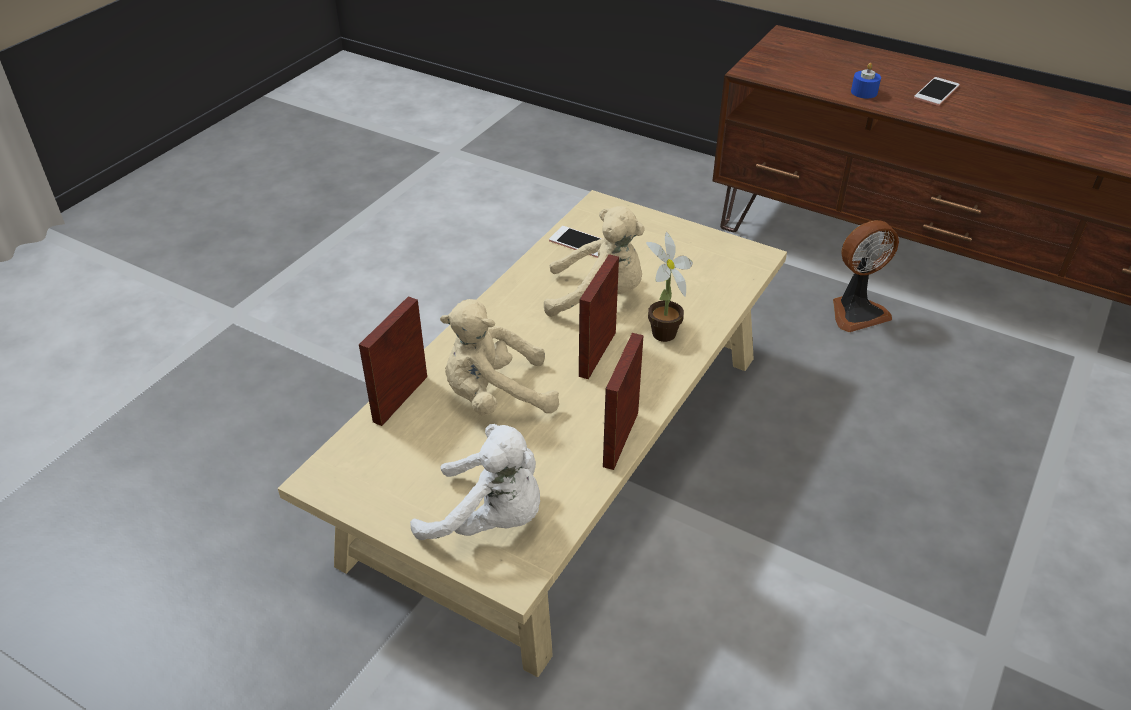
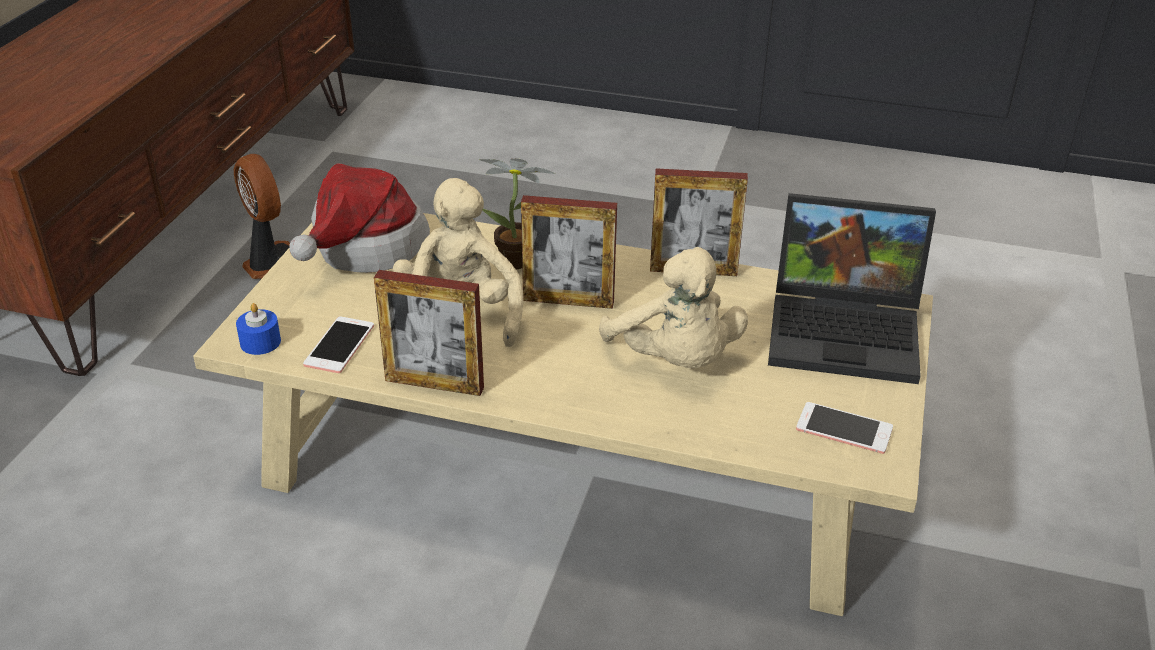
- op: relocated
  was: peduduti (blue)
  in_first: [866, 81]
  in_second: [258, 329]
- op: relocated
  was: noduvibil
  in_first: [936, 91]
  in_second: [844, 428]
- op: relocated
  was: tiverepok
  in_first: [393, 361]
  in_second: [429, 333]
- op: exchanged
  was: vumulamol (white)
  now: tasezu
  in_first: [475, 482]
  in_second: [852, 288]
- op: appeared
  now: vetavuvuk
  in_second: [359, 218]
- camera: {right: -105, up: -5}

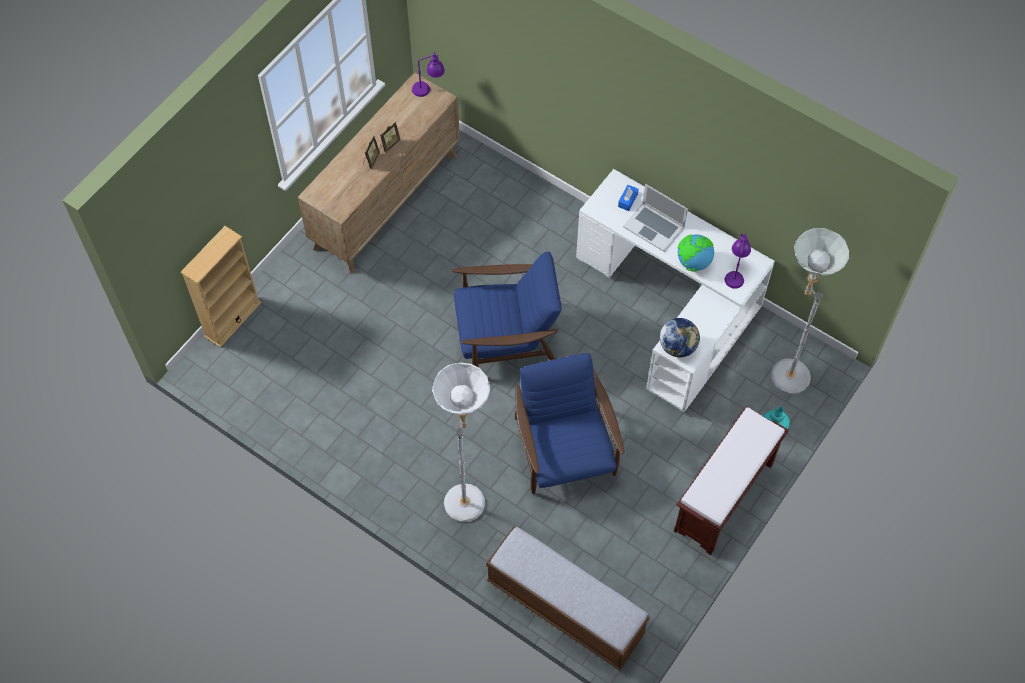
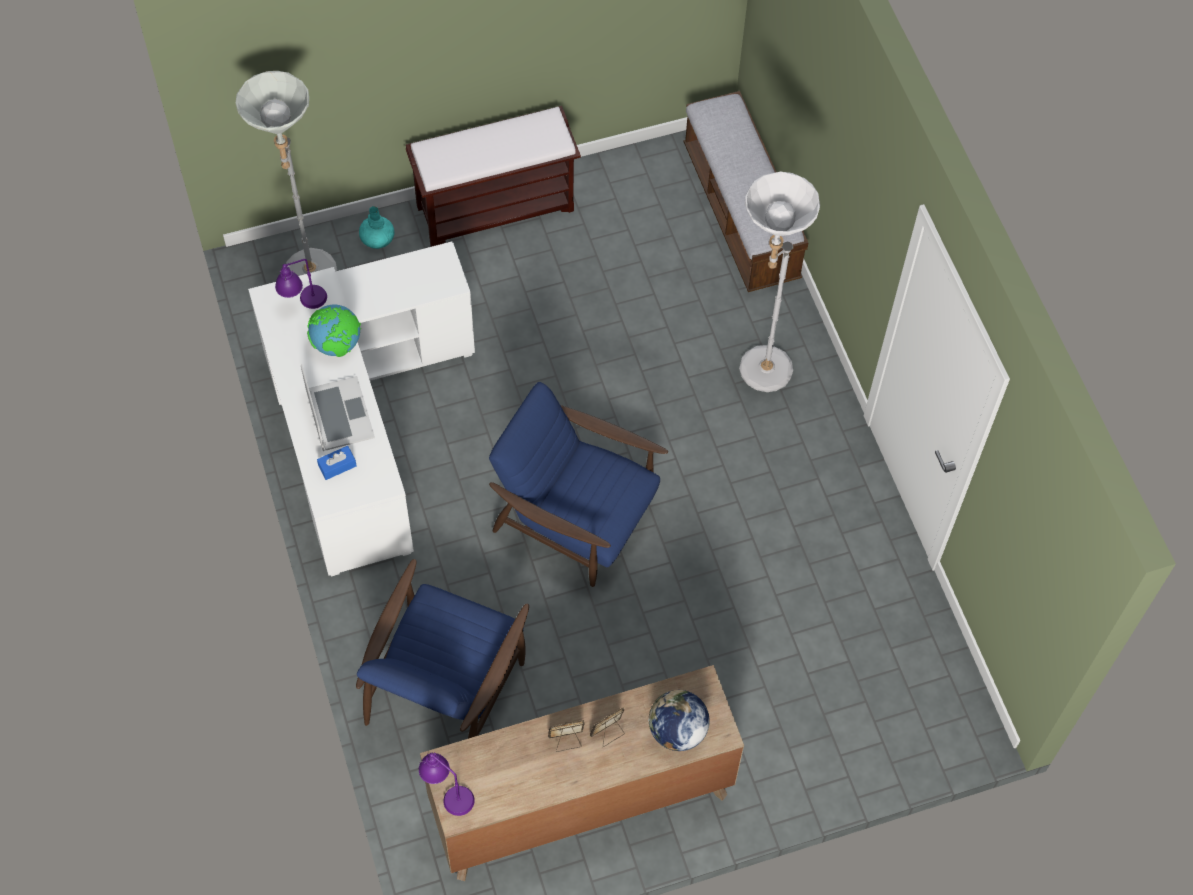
- op: missing
  was: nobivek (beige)
  in_first: [221, 287]
- op: relocated
  was: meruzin
  in_first: [680, 337]
  in_second: [679, 720]
- op: relocated
  was: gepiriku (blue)
  in_first: [569, 423]
  in_second: [442, 649]
- camera: {right: -145, up: 0}

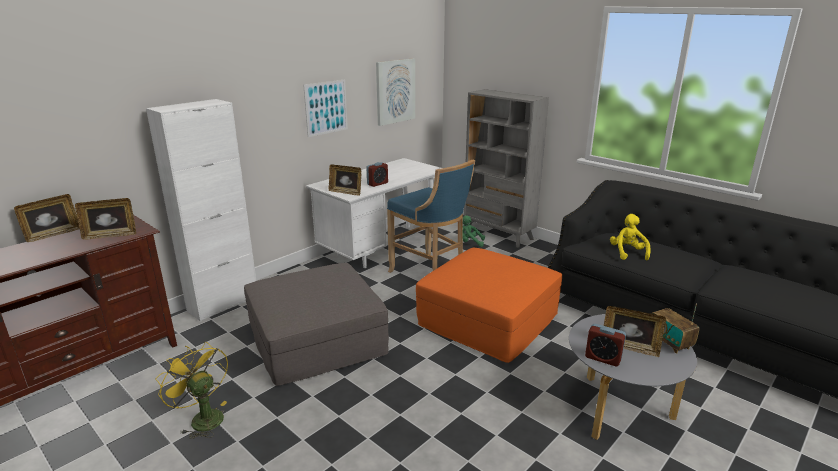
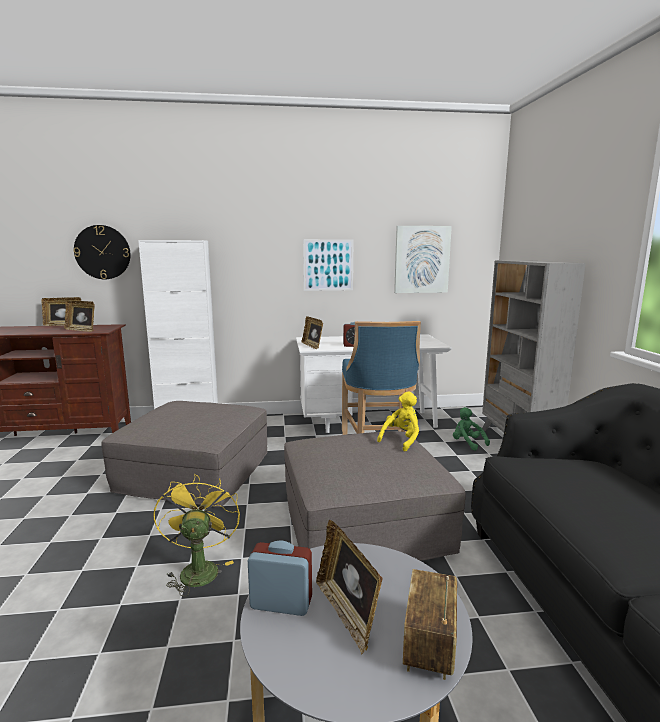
- op: relocated
  was: vumulamol (yellow)
  in_first: [630, 237]
  in_second: [398, 421]
- op: colour
  was: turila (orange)
  now: turila (grey)
  in_first: [489, 305]
  in_second: [375, 496]
- op: spun
  was: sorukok
  in_first: [605, 345]
  in_second: [280, 578]
  clockwise: 120
- op: relocated
  was: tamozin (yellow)
  in_first: [191, 390]
  in_second: [196, 535]
- op: appeared
  now: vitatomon
  in_second: [102, 252]
- camera: {right: 40, up: -10}

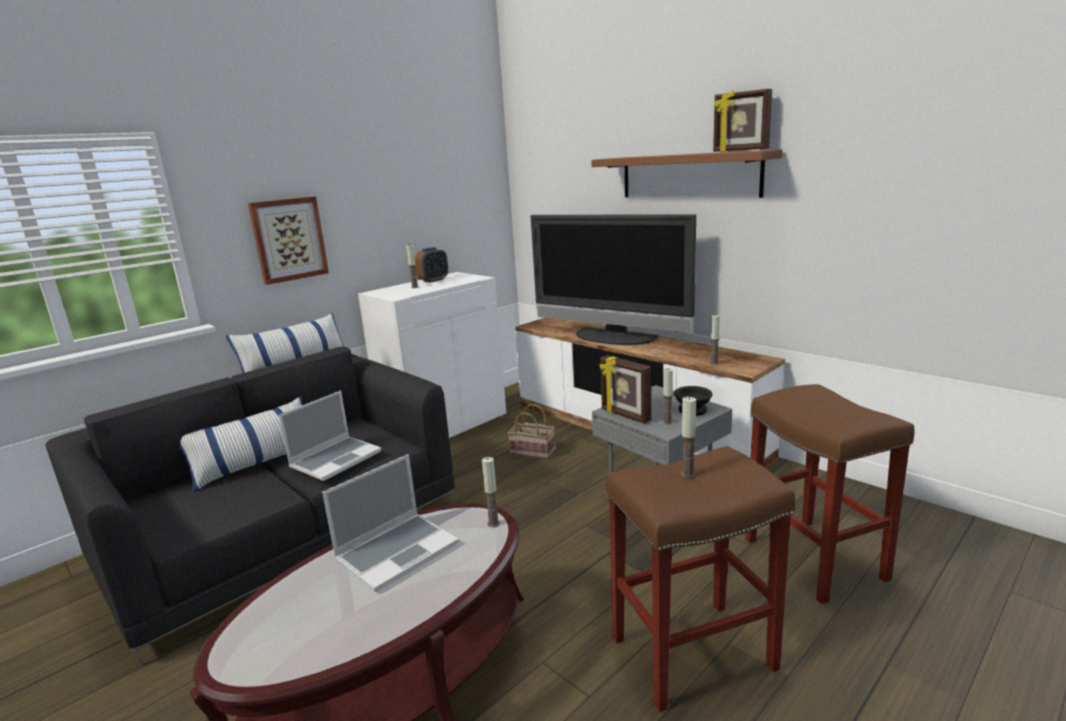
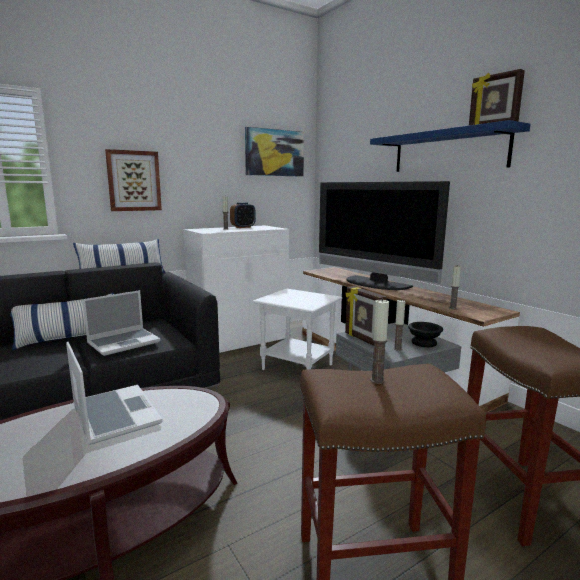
- op: colour
  was: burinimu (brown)
  now: burinimu (blue)
  in_first: [686, 173]
  in_second: [450, 146]
- op: exchanged
  was: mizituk
  now: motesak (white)
  in_first: [531, 431]
  in_second: [297, 329]
- op: spun
  was: tasezu
  in_first: [390, 523]
  in_second: [114, 393]
  clockwise: -90
- op: missing
  was: peduduti
  in_first: [491, 492]
- op: appeared
  now: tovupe
  in_second: [274, 152]
- camera: {right: 10, up: -5}

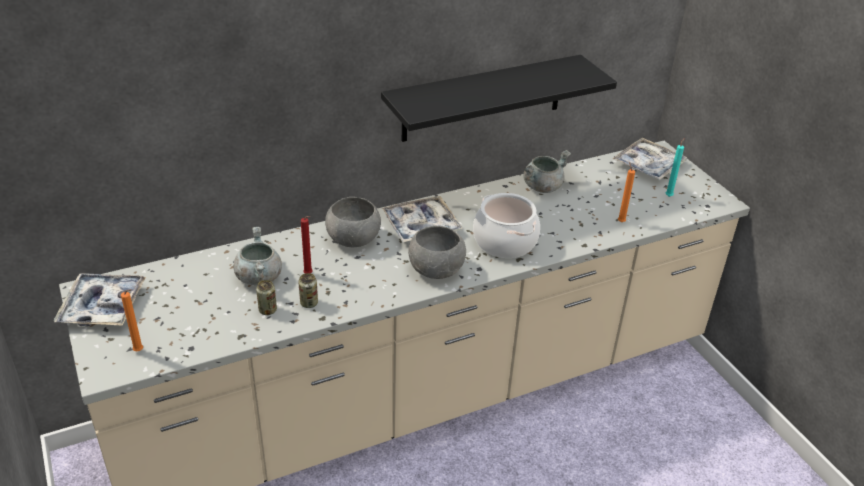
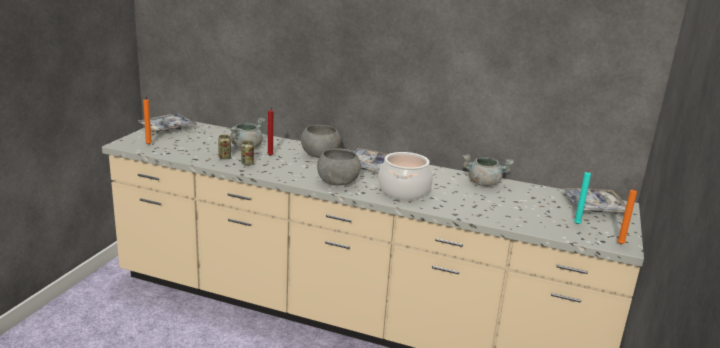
- op: missing
  was: burinimu (black)
  in_first: [499, 98]
- op: relocated
  was: peduduti (orange)
  in_first: [626, 191]
  in_second: [627, 213]
- camera: {right: 45, up: -15}

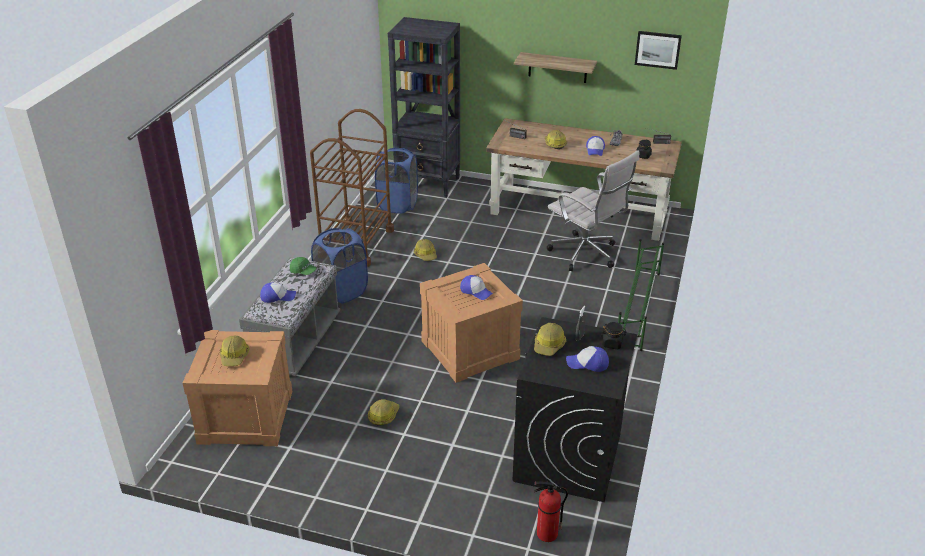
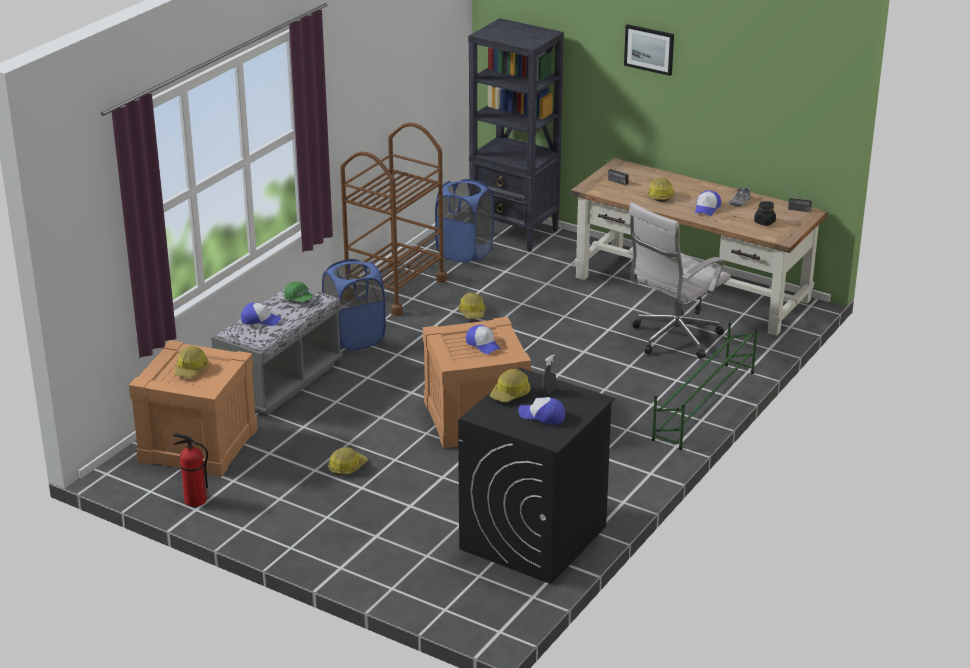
- op: relocated
  was: tovupe
  in_first: [658, 50]
  in_second: [649, 50]
- op: missing
  was: burinimu
  in_first: [555, 67]
- op: spun
  was: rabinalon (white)
  in_first: [593, 210]
  in_second: [679, 280]
  clockwise: 75
- op: missing
  was: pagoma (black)
  in_first: [614, 335]
- op: relocated
  was: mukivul
  in_first: [551, 511]
  in_second: [190, 470]
- camera: {right: 15, up: -5}

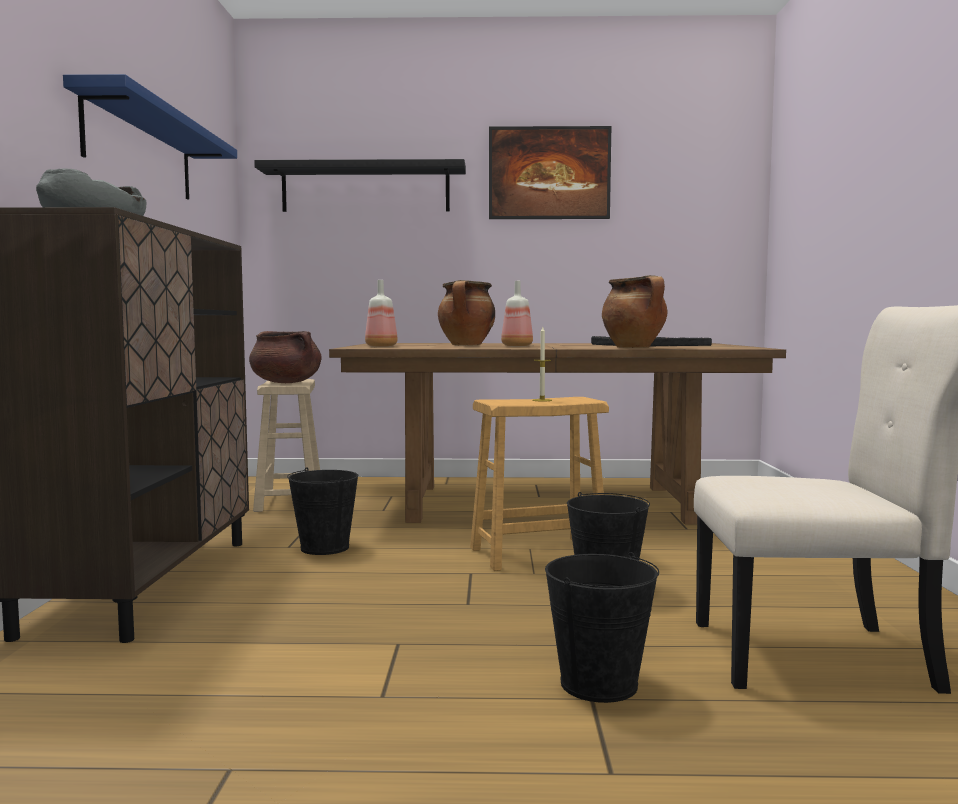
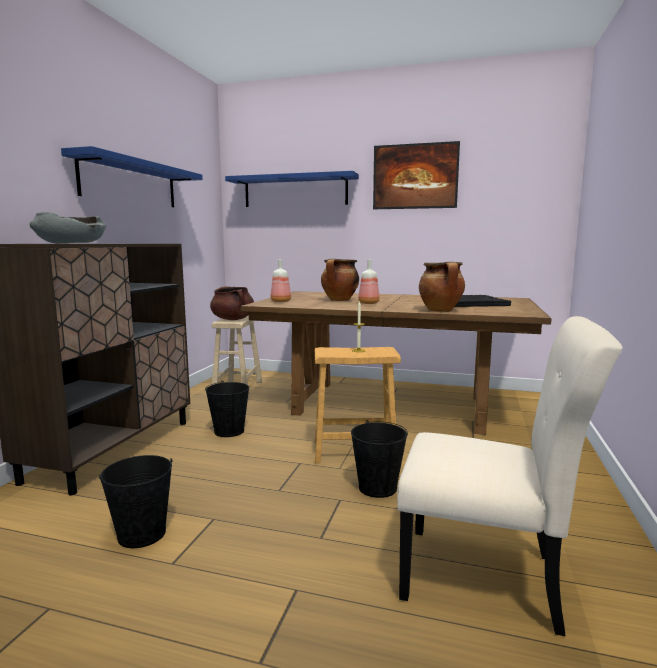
- op: colour
  was: burinimu (black)
  now: burinimu (blue)
  in_first: [360, 185]
  in_second: [292, 189]
- op: relocated
  was: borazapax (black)
  in_first: [602, 627]
  in_second: [136, 501]
- camera: {right: 15, up: 5}

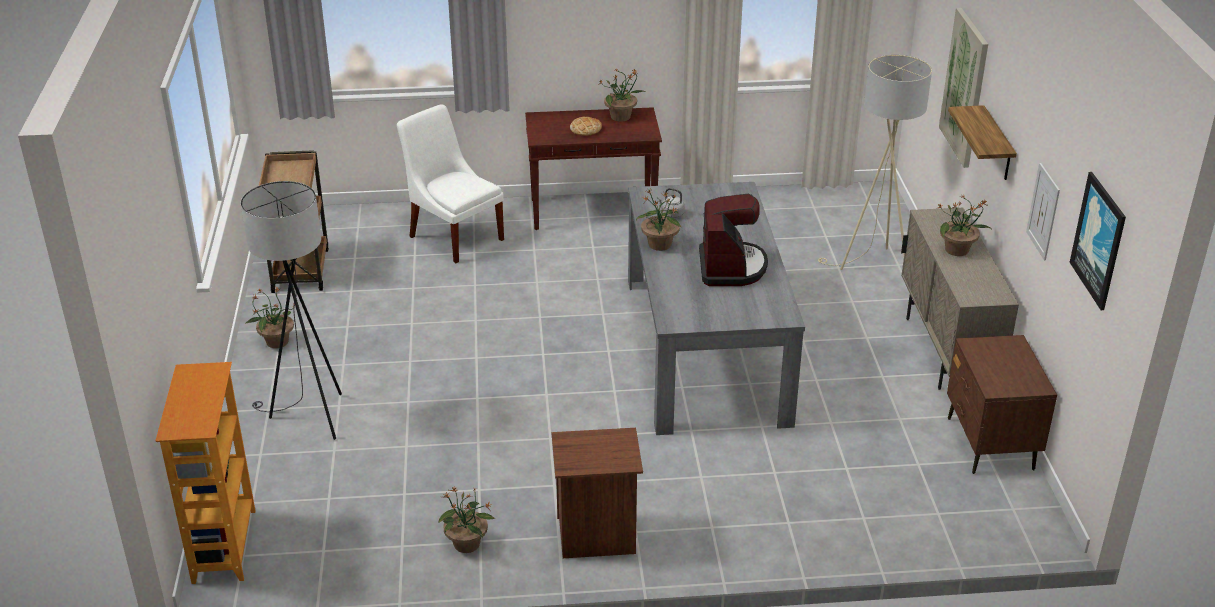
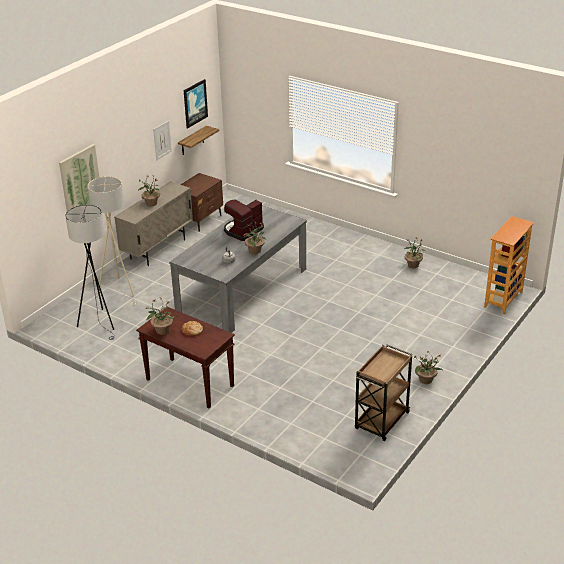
- op: missing
  was: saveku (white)
  in_first: [450, 183]
- op: relocated
  was: burinimu
  in_first: [982, 142]
  in_second: [198, 140]
- op: relocated
  was: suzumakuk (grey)
  in_first: [291, 310]
  in_second: [90, 272]
- op: missing
  was: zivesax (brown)
  in_first: [597, 493]
- camera: {right: -140, up: 0}

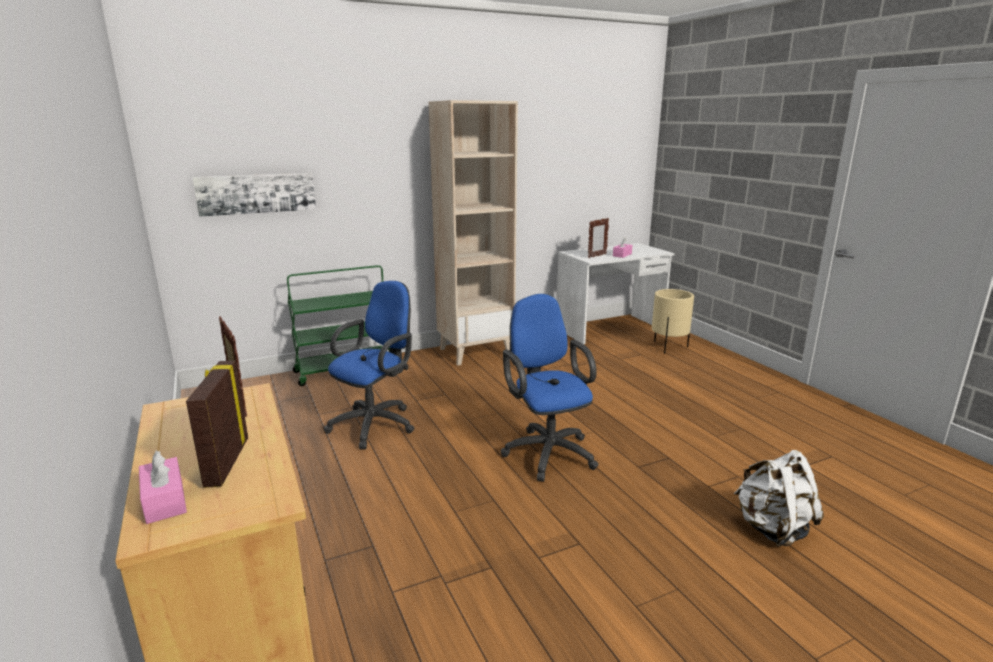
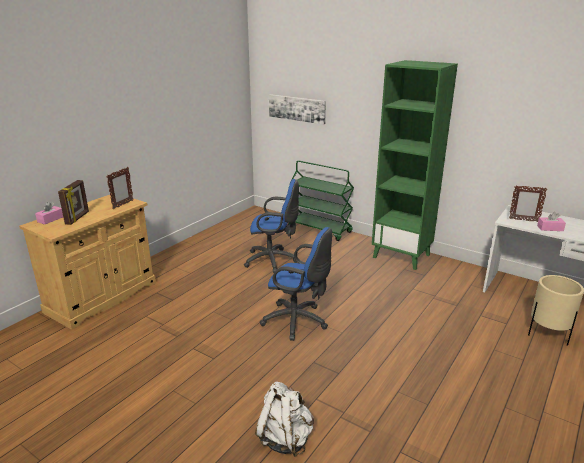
- op: colour
  was: nobivek (beige)
  now: nobivek (green)
  in_first: [473, 233]
  in_second: [415, 165]
- op: spun
  was: rabinalon (blue)
  in_first: [550, 388]
  in_second: [296, 284]
  clockwise: 75
- op: spun
  was: tiverepok
  in_first: [217, 424]
  in_second: [73, 202]
  clockwise: 135
- camera: {right: 60, up: 5}

